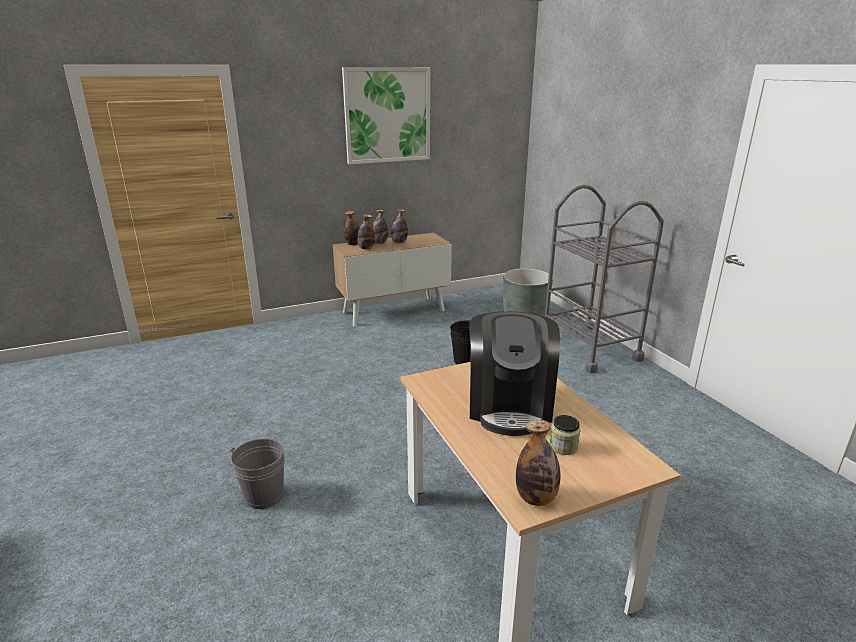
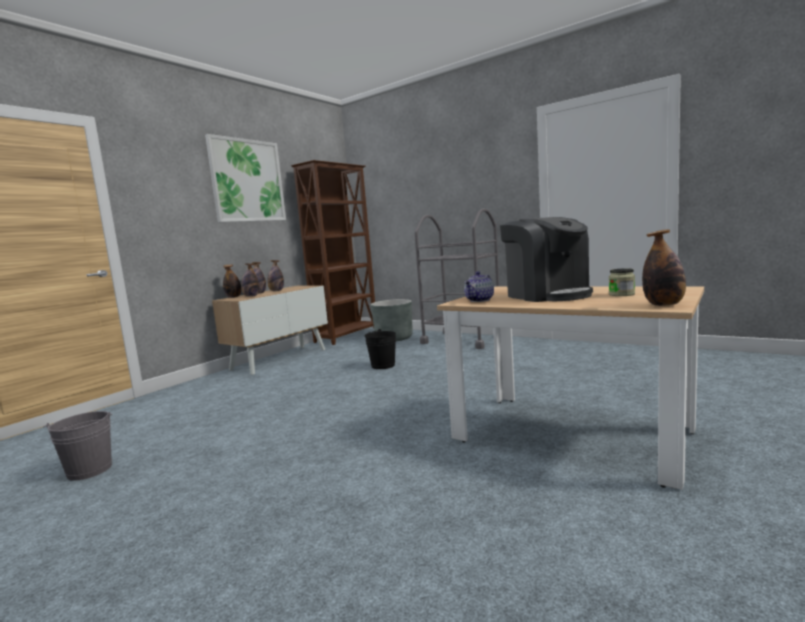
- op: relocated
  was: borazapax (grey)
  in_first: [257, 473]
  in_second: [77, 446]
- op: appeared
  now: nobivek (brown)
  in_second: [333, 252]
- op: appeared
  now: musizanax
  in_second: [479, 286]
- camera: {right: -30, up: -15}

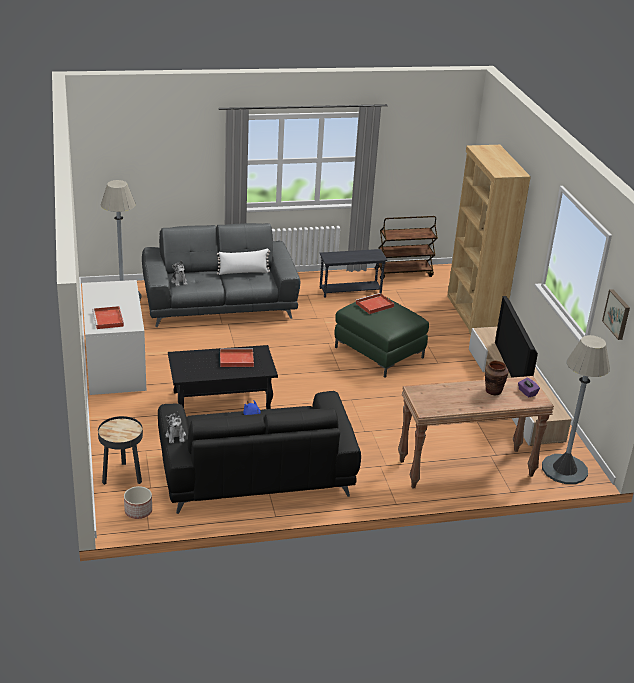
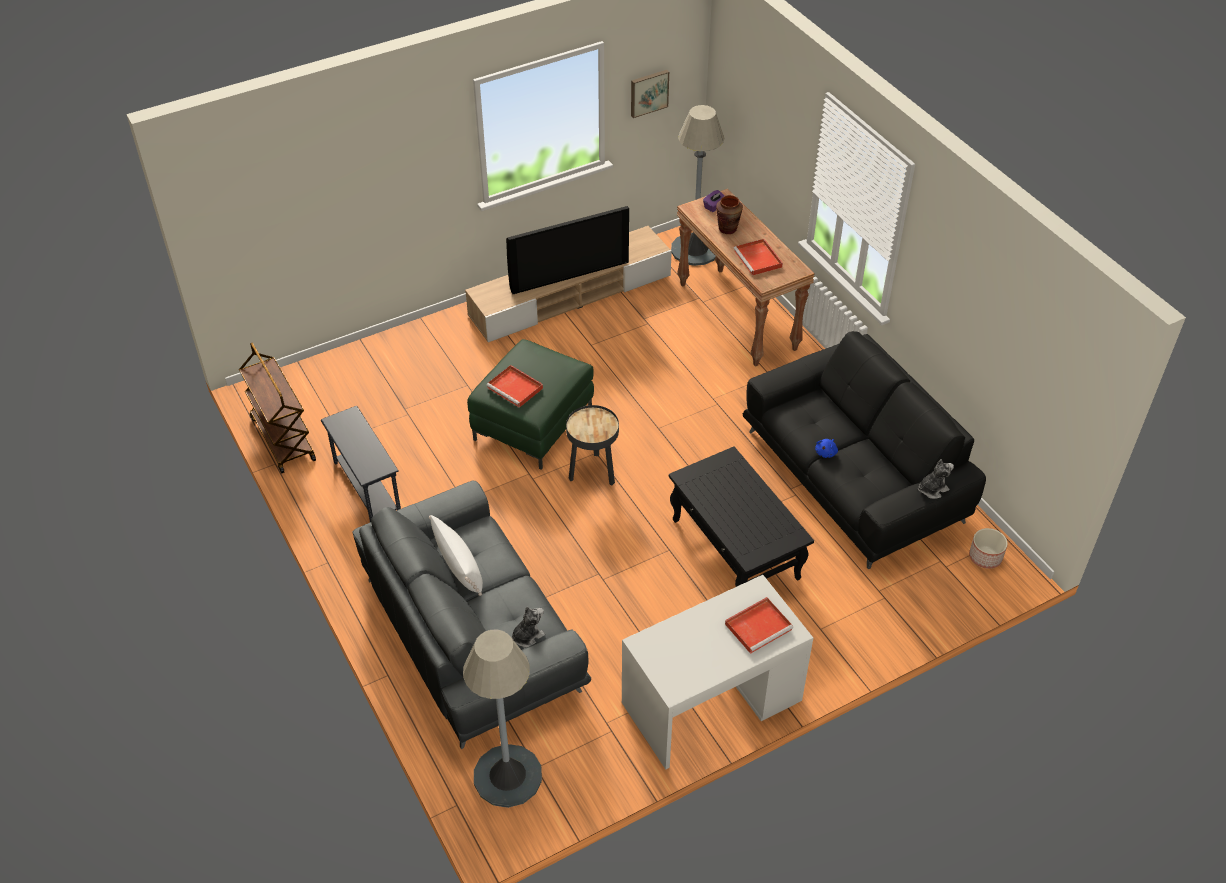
- op: missing
  was: nobivek (brown)
  in_first: [489, 240]
- op: relocated
  was: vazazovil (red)
  in_first: [237, 357]
  in_second: [758, 257]
- op: relocated
  was: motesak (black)
  in_first: [120, 450]
  in_second: [592, 445]
- camera: {right: -105, up: 15}

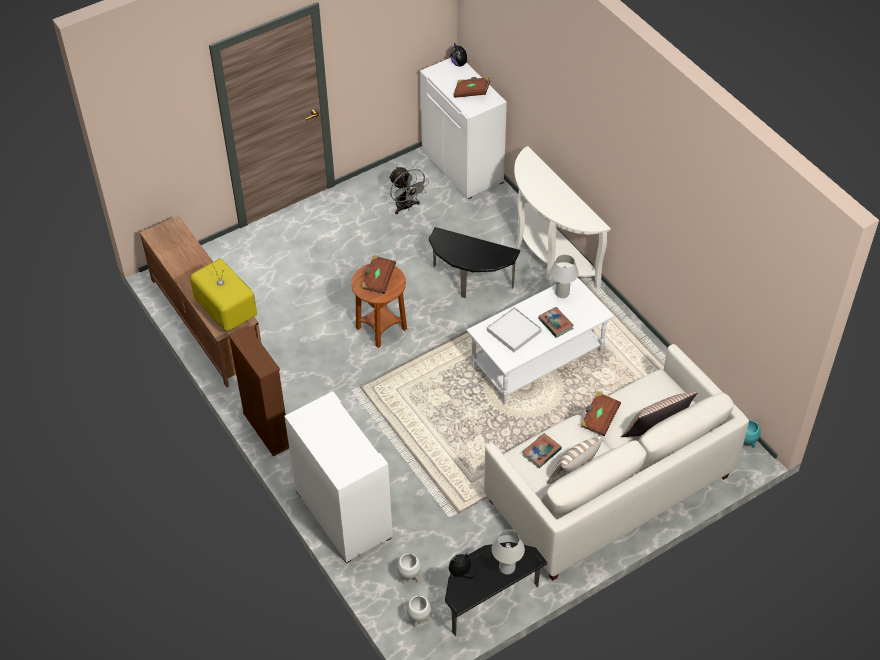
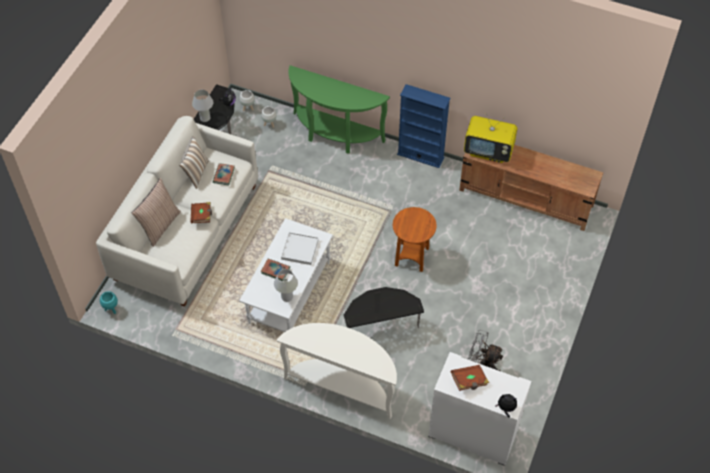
- op: missing
  was: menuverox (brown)
  in_first: [378, 274]
- op: colour
  was: nobivek (brown)
  now: nobivek (blue)
  in_first: [258, 391]
  in_second: [424, 126]
- op: exchanged
  was: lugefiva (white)
  now: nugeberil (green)
  in_first: [339, 477]
  in_second: [339, 109]
- camera: {right: 145, up: 5}

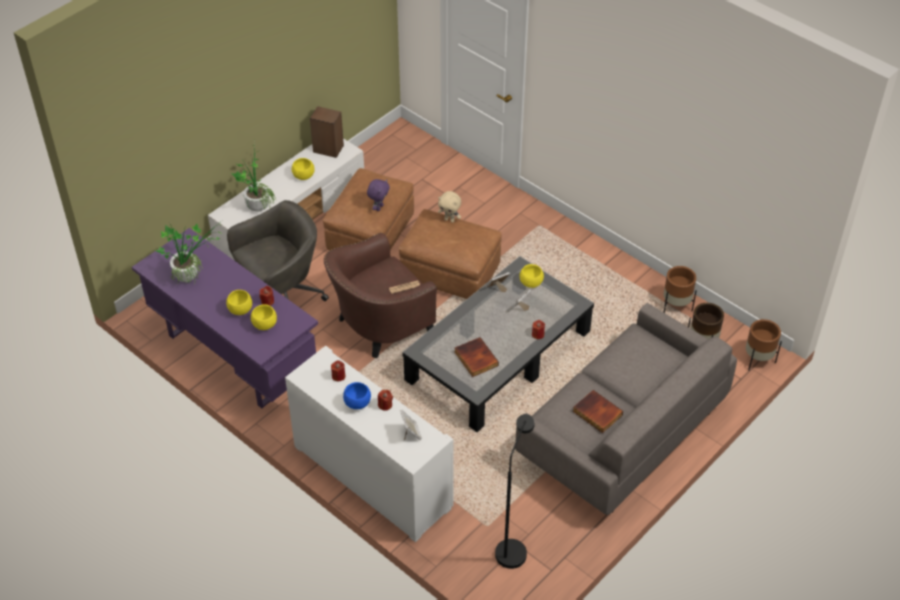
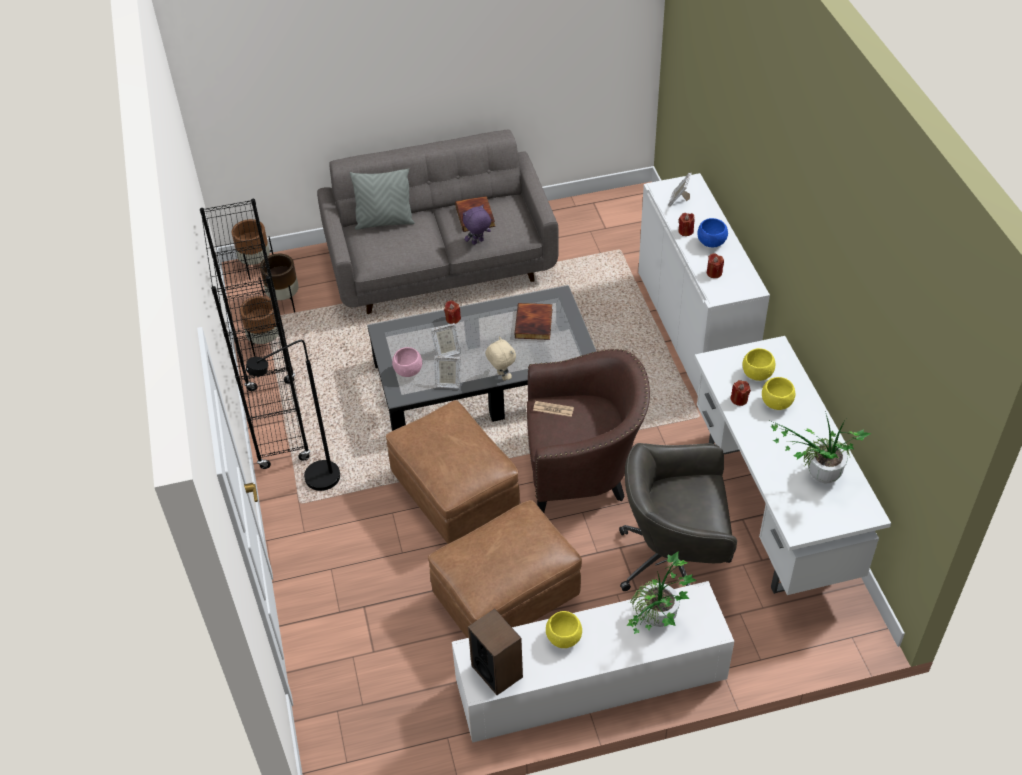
- op: relocated
  was: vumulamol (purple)
  in_first: [378, 195]
  in_second: [477, 225]
- op: relocated
  was: vumulamol (beige)
  in_first: [449, 207]
  in_second: [500, 359]
- op: colour
  was: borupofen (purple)
  now: borupofen (white)
  in_first: [225, 318]
  in_second: [792, 465]
- op: colour
  was: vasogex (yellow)
  now: vasogex (pink)
  in_first: [532, 276]
  in_second: [407, 362]
- op: relocated
  was: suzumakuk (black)
  in_first: [515, 491]
  in_second: [293, 415]
- op: appeared
  now: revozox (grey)
  in_second: [382, 199]
- op: appeared
  now: nobivek (black)
  in_second: [255, 334]
- camera: {right: -145, up: 0}

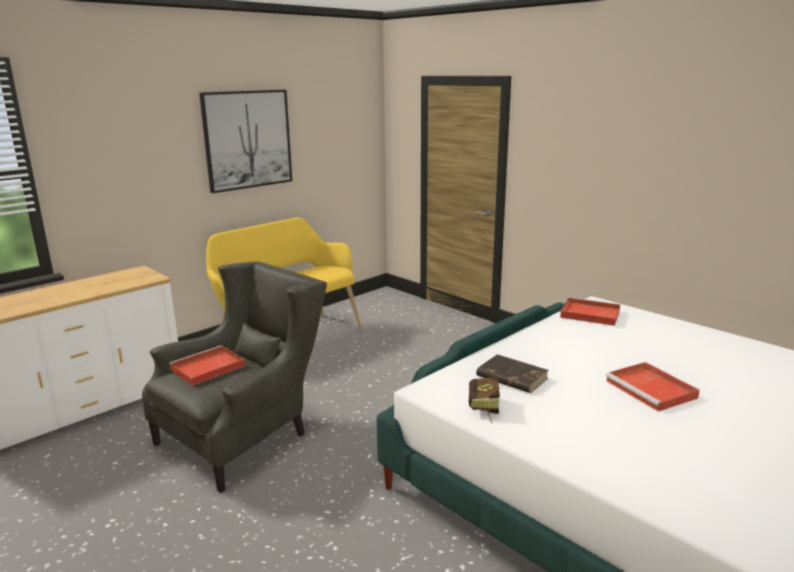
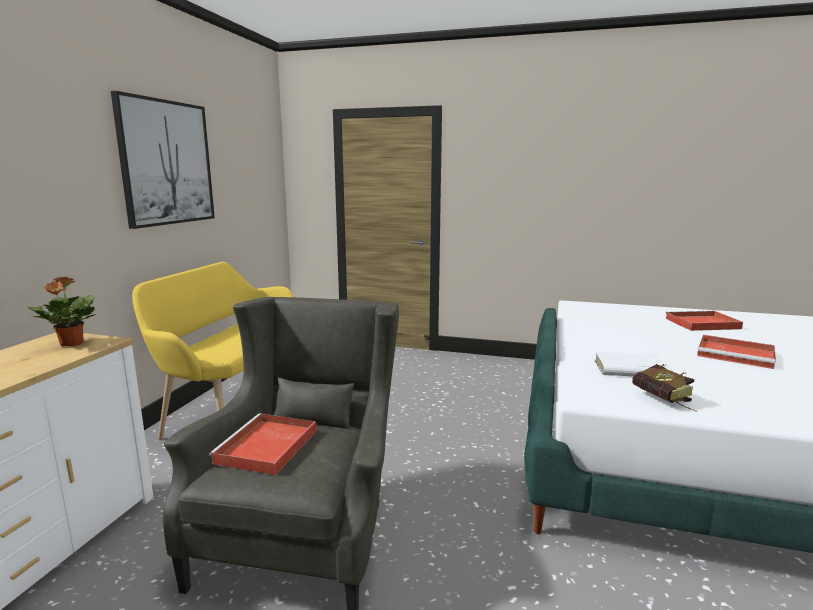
- op: relocated
  was: vazazovil (red)
  in_first: [590, 311]
  in_second: [704, 321]
- op: colour
  was: menuverox (brown)
  now: menuverox (white)
  in_first: [512, 373]
  in_second: [633, 364]
- op: appeared
  now: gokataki
  in_second: [61, 311]
- camera: {right: -30, up: -5}

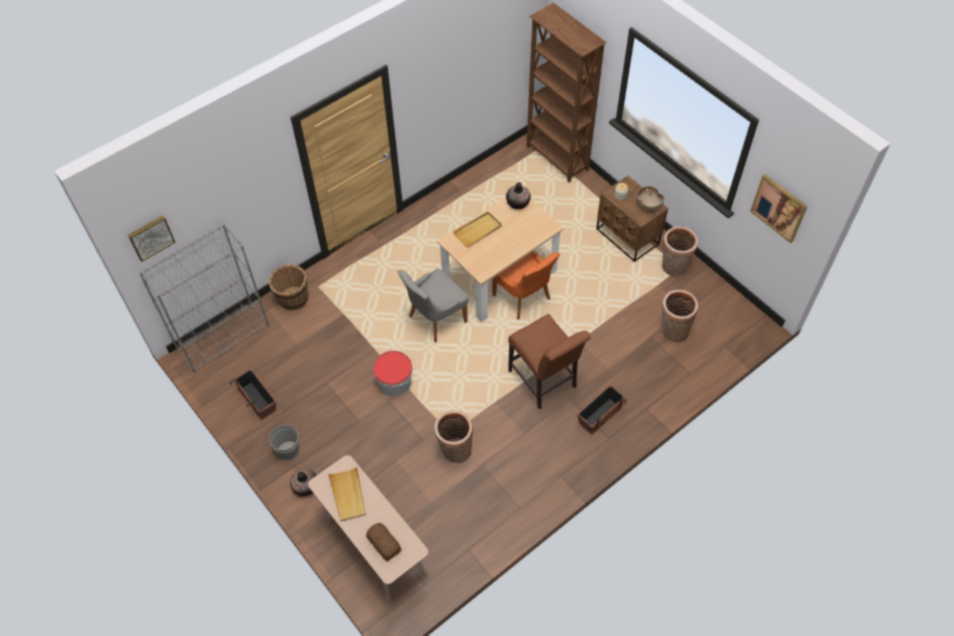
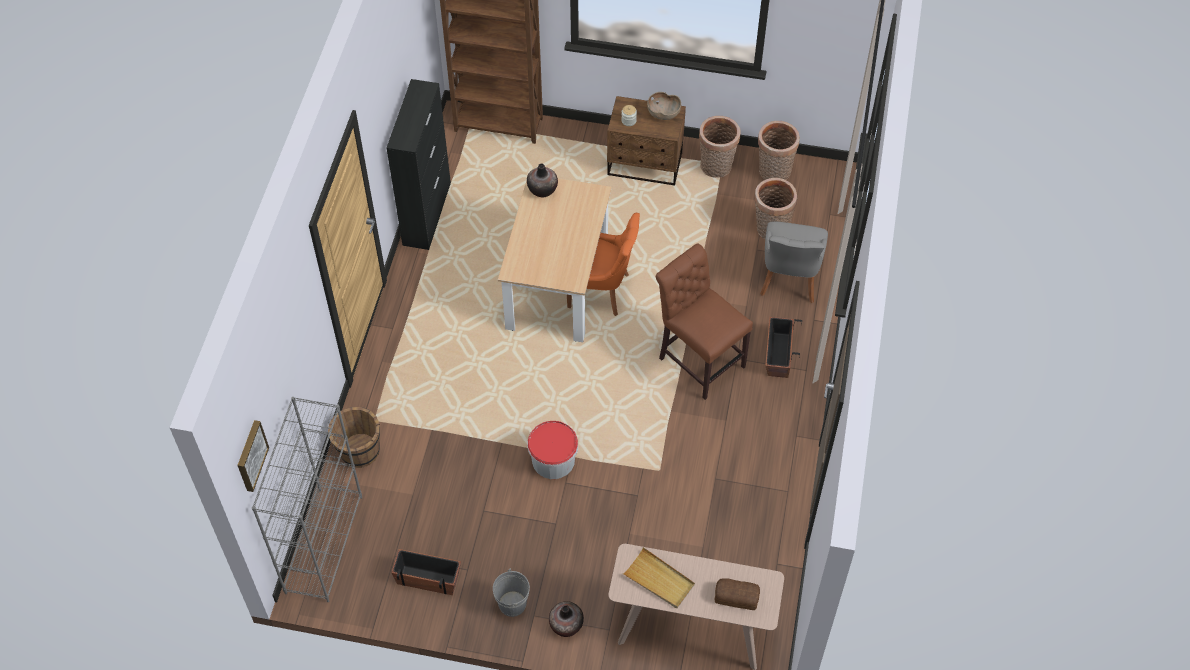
- op: missing
  was: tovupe
  in_first: [778, 209]
- op: missing
  was: vazazovil (beige)
  in_first: [477, 229]
- op: relocated
  was: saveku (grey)
  in_first: [433, 305]
  in_second: [794, 262]
- op: spun
  was: saveku (brown)
  in_first: [549, 361]
  in_second: [704, 322]
  clockwise: -150
- op: relocated
  was: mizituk
  in_first: [453, 437]
  in_second: [779, 150]
- op: appeared
  now: lugefiva (black)
  in_second: [419, 164]
- camera: {right: -40, up: 0}

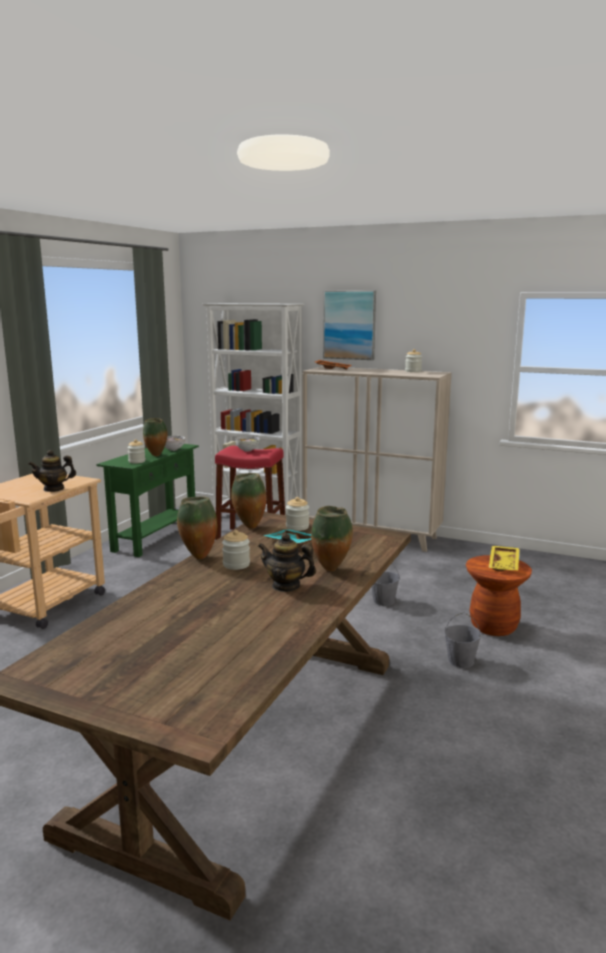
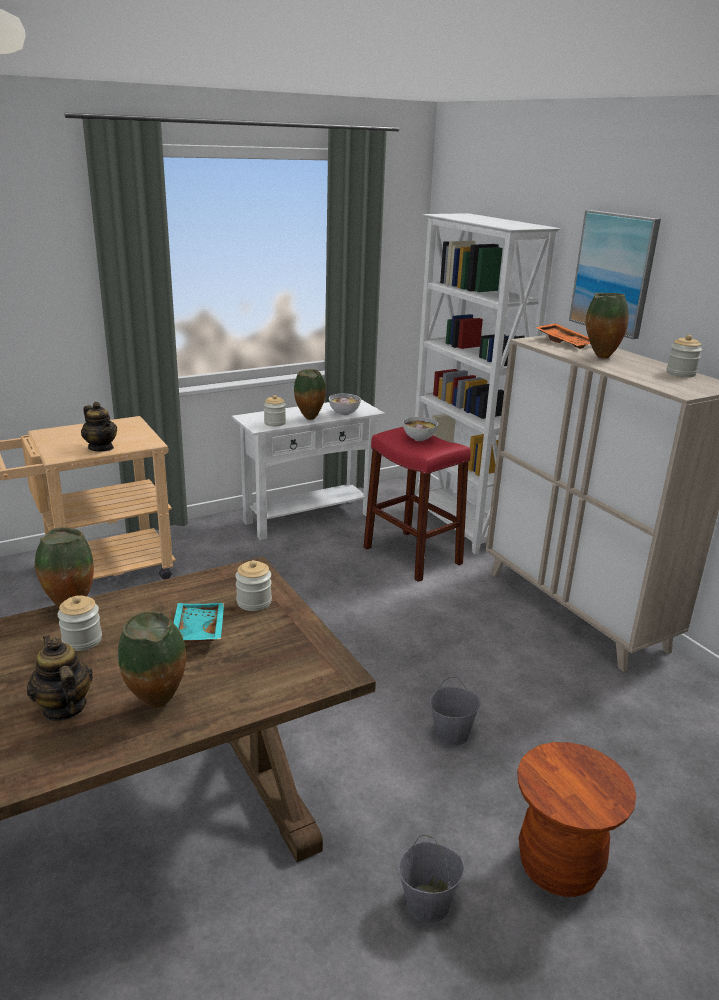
- op: colour
  was: nugeberil (green)
  now: nugeberil (white)
  in_first: [147, 500]
  in_second: [308, 470]
- op: spun
  was: musizanax
  in_first: [52, 471]
  in_second: [99, 427]
  clockwise: -150
- op: relocated
  was: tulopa
  in_first: [249, 500]
  in_second: [607, 326]
- op: missing
  was: vazazovil (yellow)
  in_first: [504, 559]
- camera: {right: 35, up: 10}

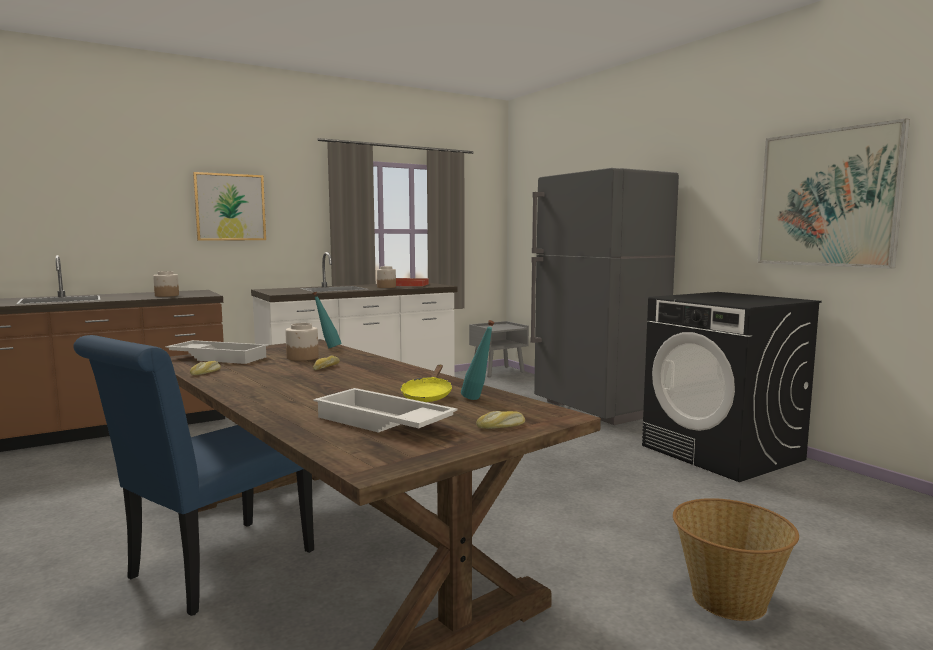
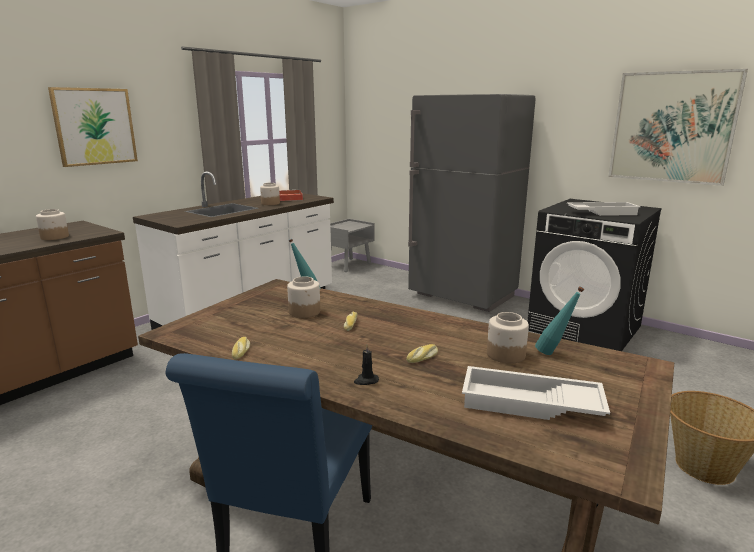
- op: relocated
  was: vazazovil (white)
  in_first: [217, 352]
  in_second: [604, 209]
- op: exchanged
  was: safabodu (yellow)
  now: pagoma
  in_first: [426, 383]
  in_second: [508, 338]
- op: relocated
  was: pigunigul
  in_first: [500, 420]
  in_second: [422, 353]
- op: appeared
  now: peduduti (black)
  in_second: [366, 365]
- camera: {right: -20, up: 10}

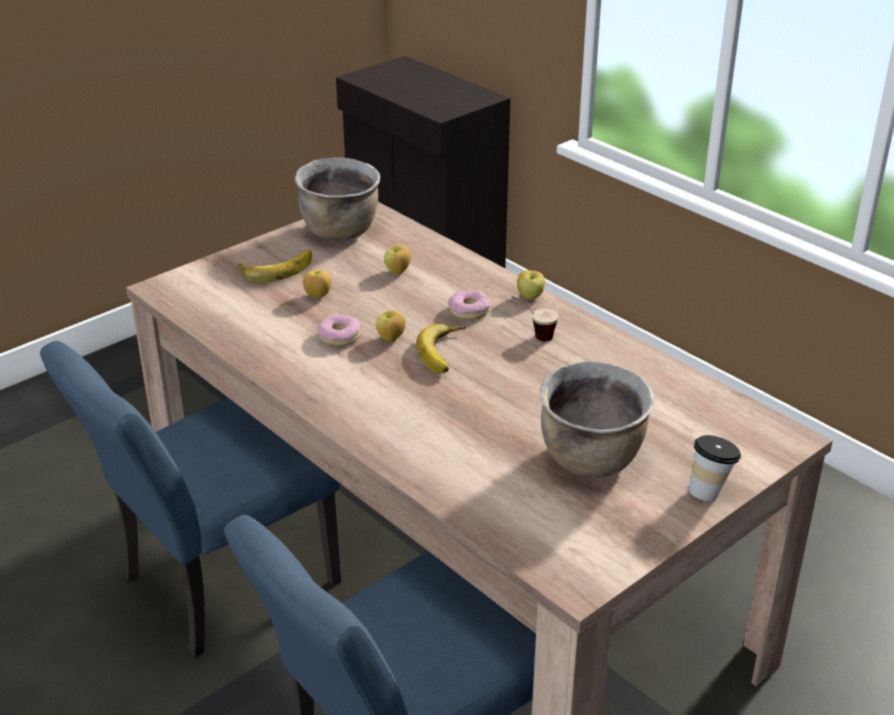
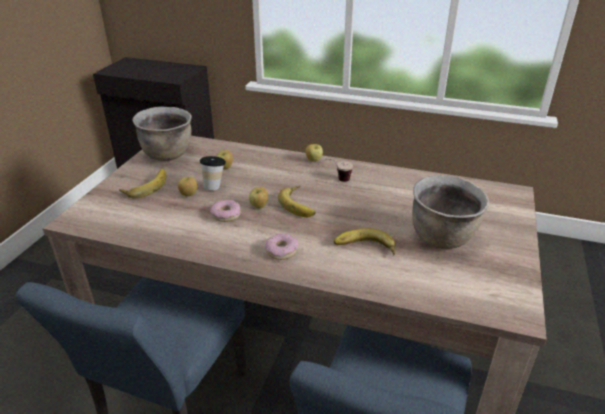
- op: relocated
  was: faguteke
  in_first: [469, 305]
  in_second: [281, 246]
- op: relocated
  was: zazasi
  in_first: [715, 468]
  in_second: [213, 173]
- op: appeared
  now: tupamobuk
  in_second: [365, 241]
- camera: {right: -30, up: 0}

